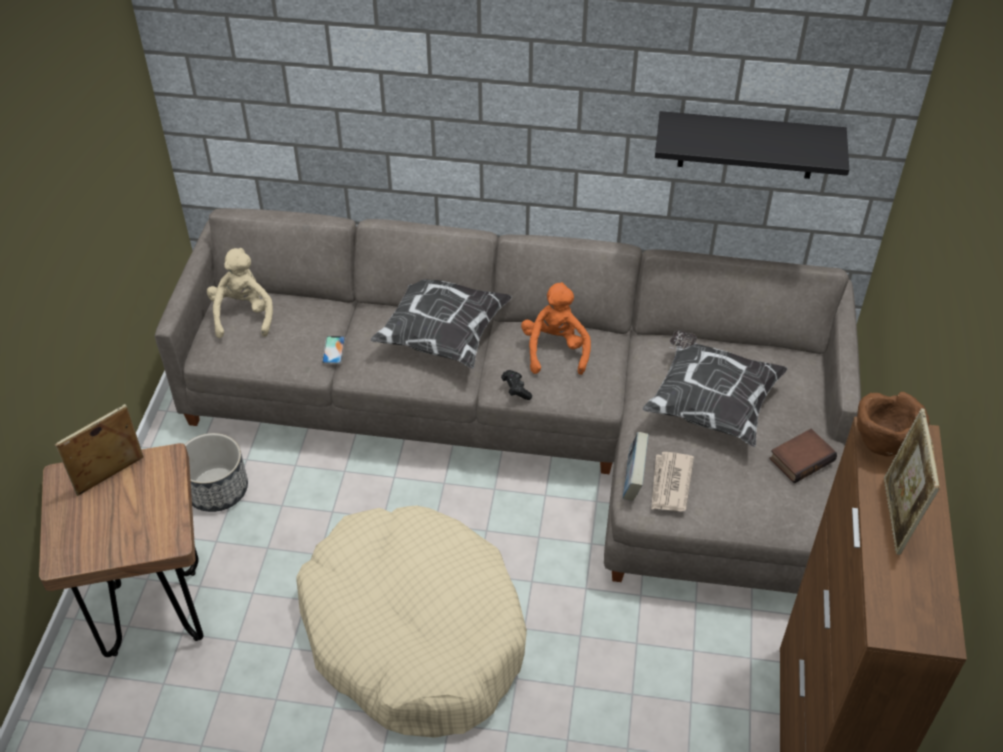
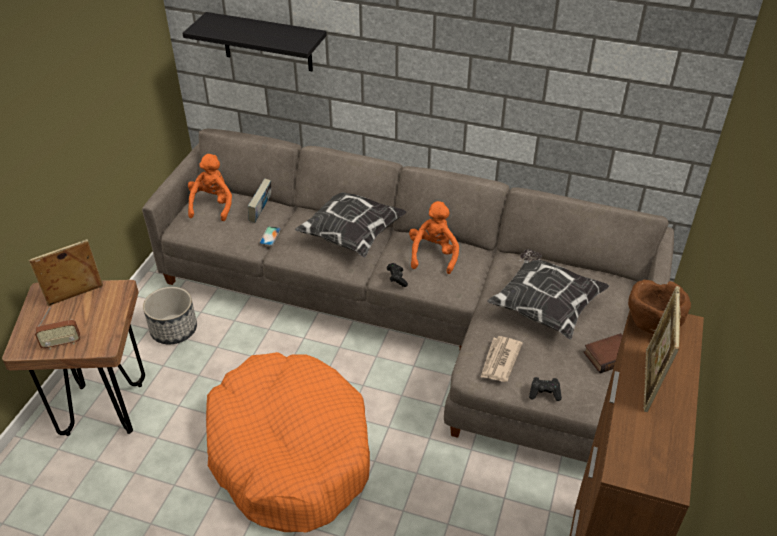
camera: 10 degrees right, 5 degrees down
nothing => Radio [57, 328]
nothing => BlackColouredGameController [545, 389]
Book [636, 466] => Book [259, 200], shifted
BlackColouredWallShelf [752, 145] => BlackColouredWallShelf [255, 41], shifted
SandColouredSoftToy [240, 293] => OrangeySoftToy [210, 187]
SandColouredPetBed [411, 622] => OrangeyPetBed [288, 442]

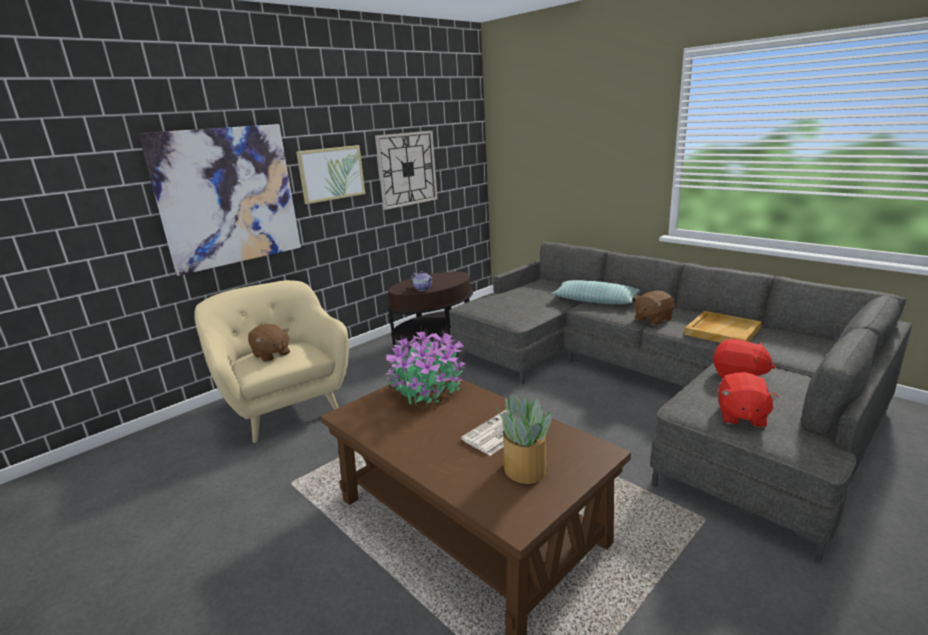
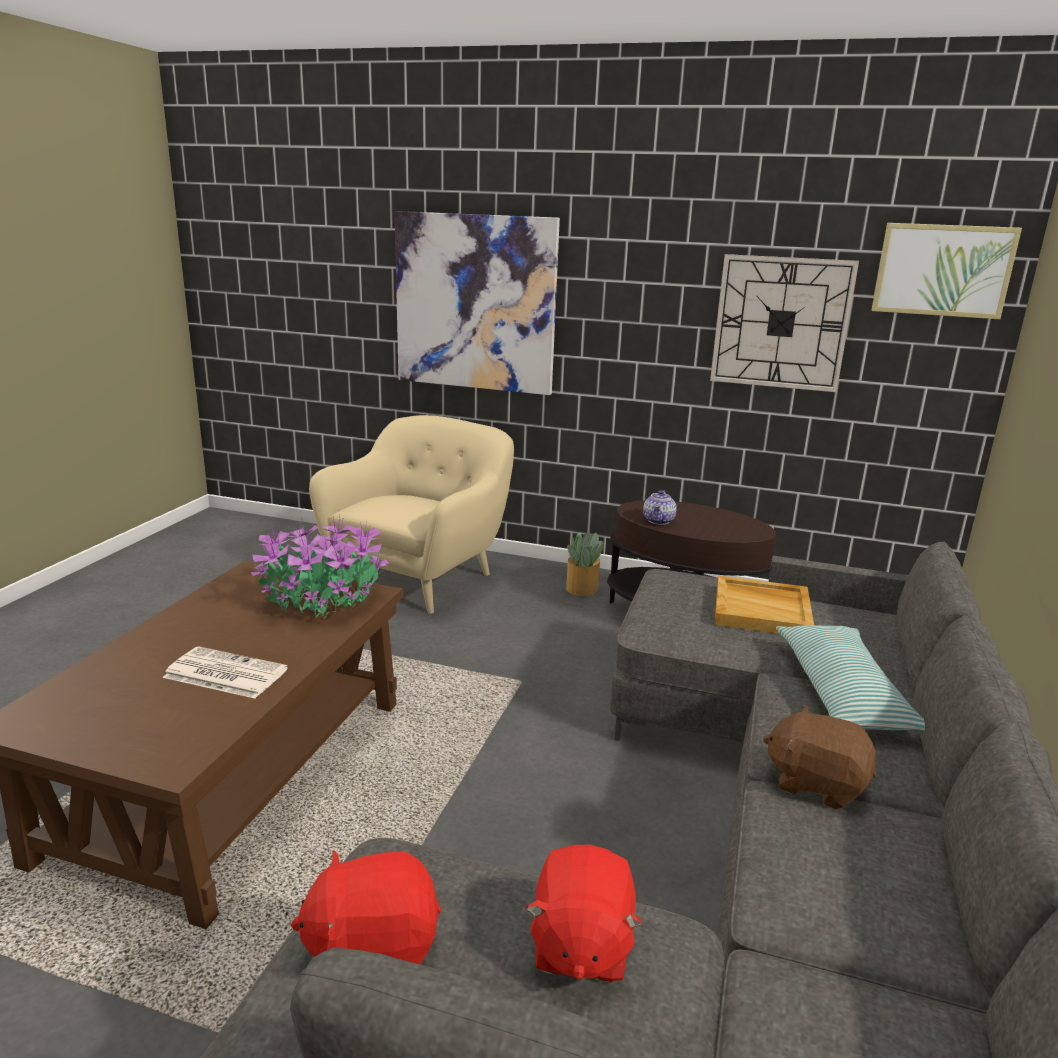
camera: 60 degrees right, 0 degrees up
BrownSoftToy [269, 343] => nothing
WallPicture [330, 174] => WallPicture [946, 271], shifted
PlantInAPot [523, 439] => PlantInAPot [585, 563], shifted
SandColouredCarryingTray [723, 327] => SandColouredCarryingTray [764, 604], shifted

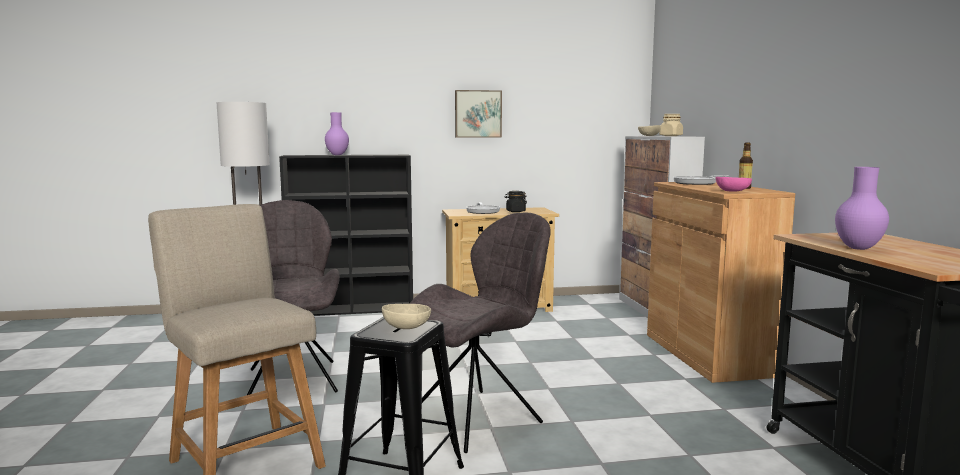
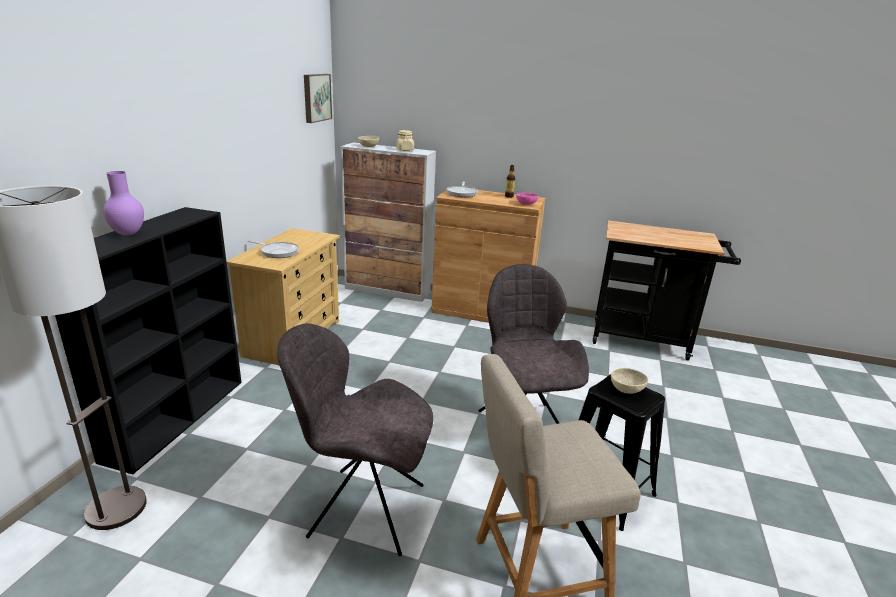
camera: 65 degrees left, 15 degrees up
BlackColouredPreserveJar [516, 201] => nothing
PurpleDecorativeVase [862, 208] => nothing
WallPicture [478, 114] => WallPicture [318, 98], shifted

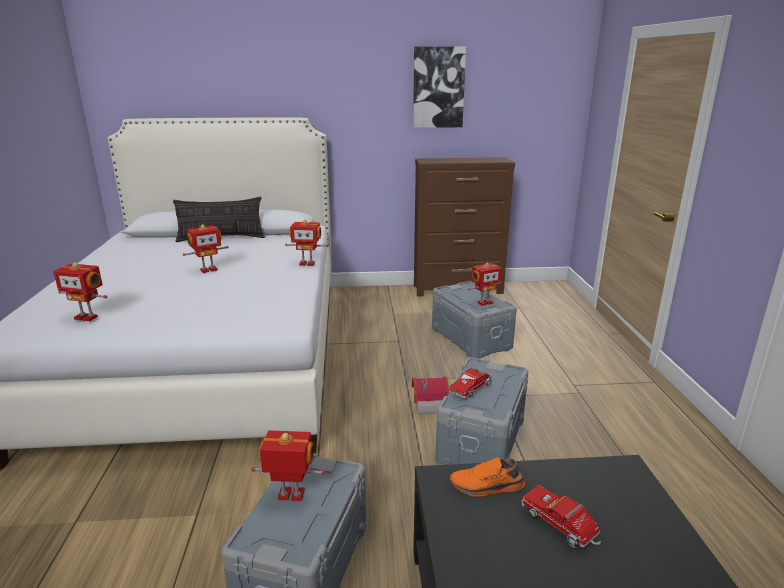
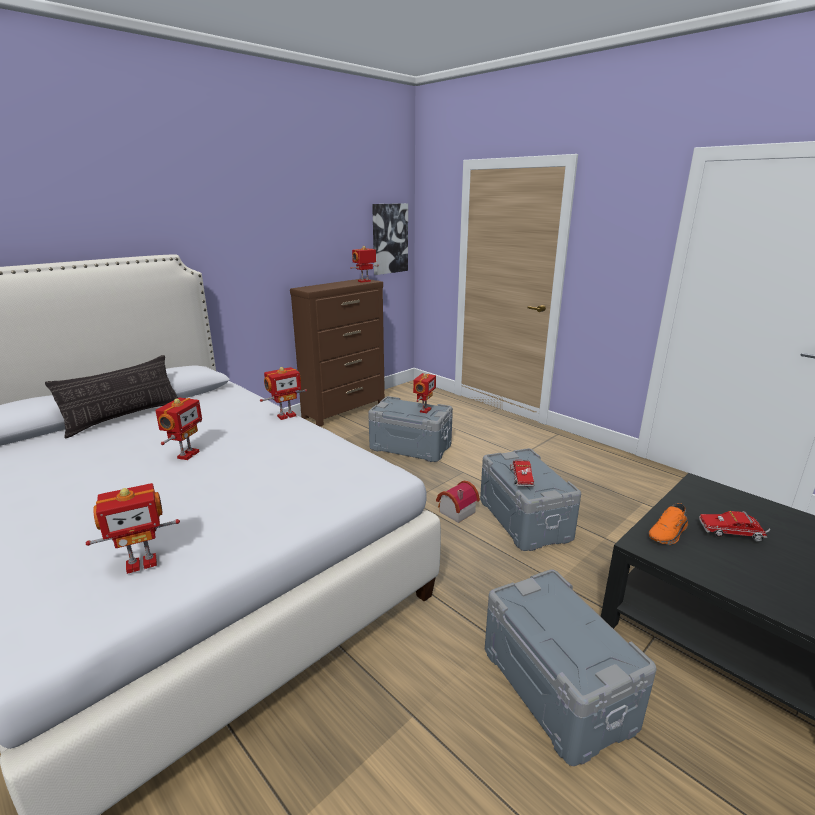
camera: 40 degrees left, 0 degrees up
ModelRobot [288, 465] => ModelRobot [364, 264], shifted
WallPicture [439, 87] => WallPicture [390, 239], shifted

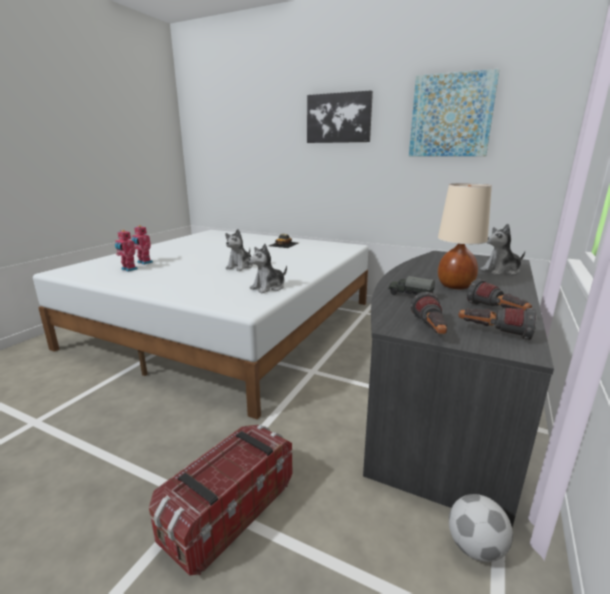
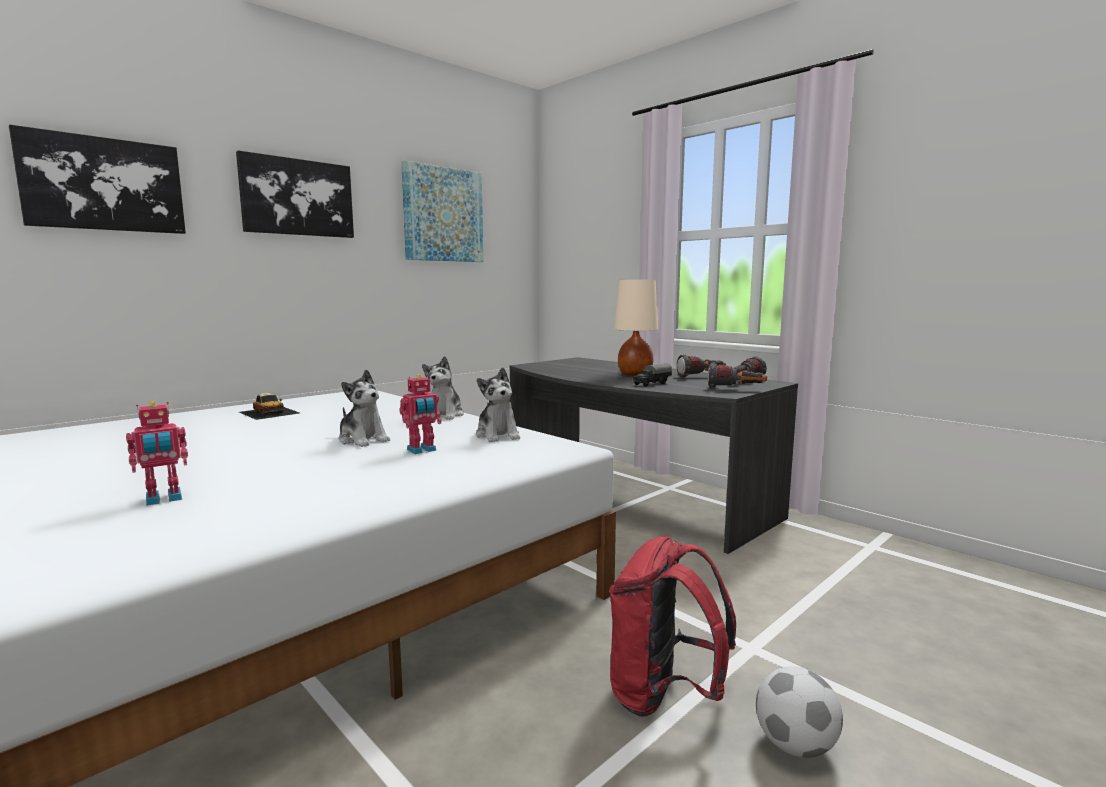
camera: 70 degrees left, 10 degrees down
StorageContainer [220, 500] => nothing
nothing => WallPicture [97, 179]
nothing => RedKnapsack [672, 626]
ModelRobot [126, 251] => ModelRobot [420, 414], shifted
BallForFootball [481, 528] => BallForFootball [799, 712], shifted
SoftToy [502, 250] => SoftToy [443, 388], shifted

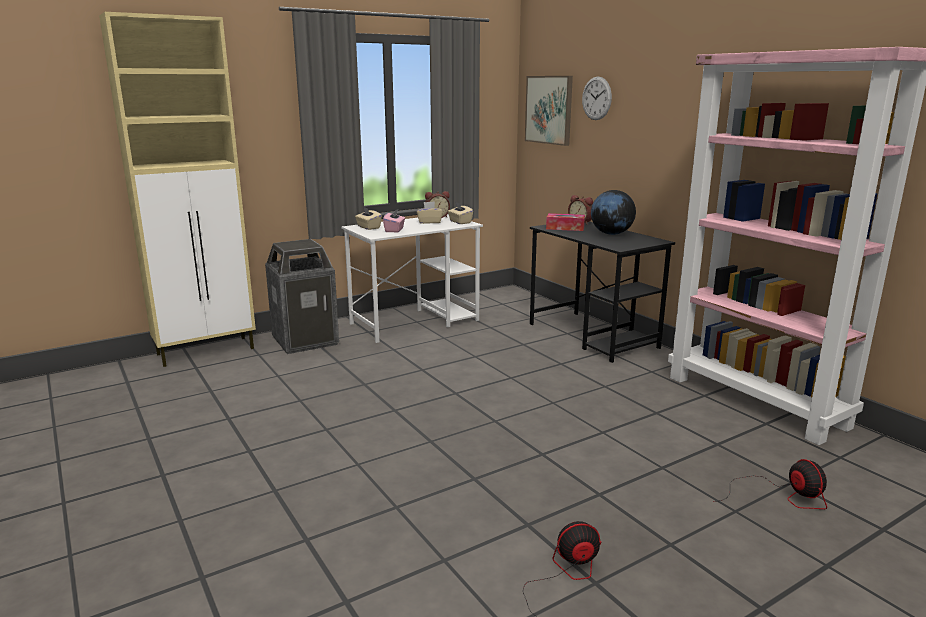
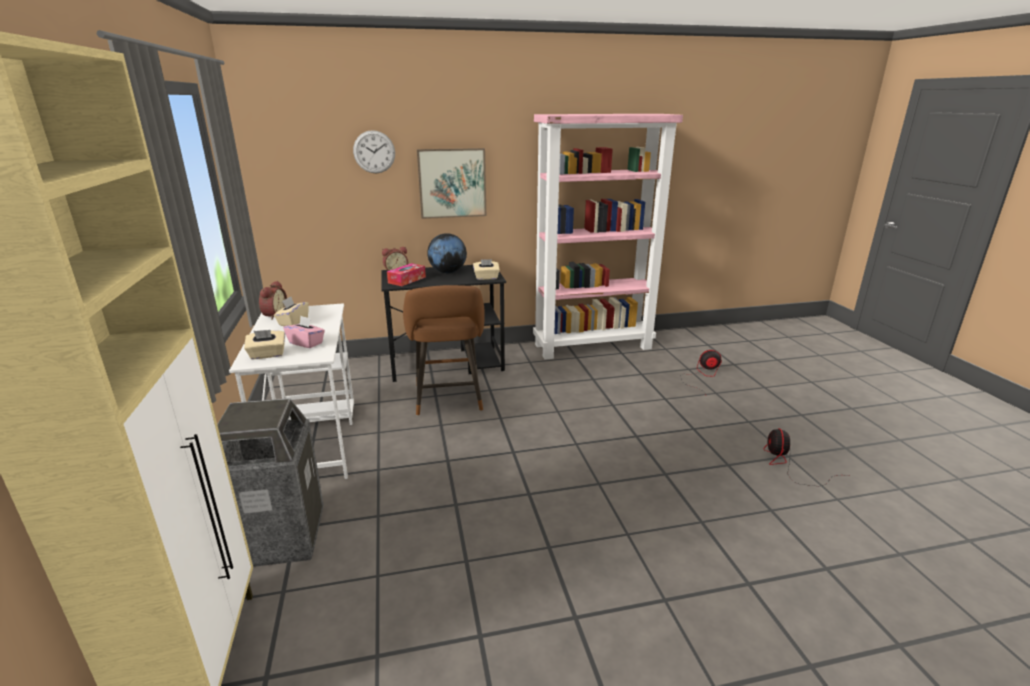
camera: 70 degrees left, 5 degrees up
nothing => BrownSittingStool [444, 350]
SandColouredTissueBox [460, 213] => SandColouredTissueBox [486, 269], shifted
WallPicture [549, 111] => WallPicture [451, 183], shifted

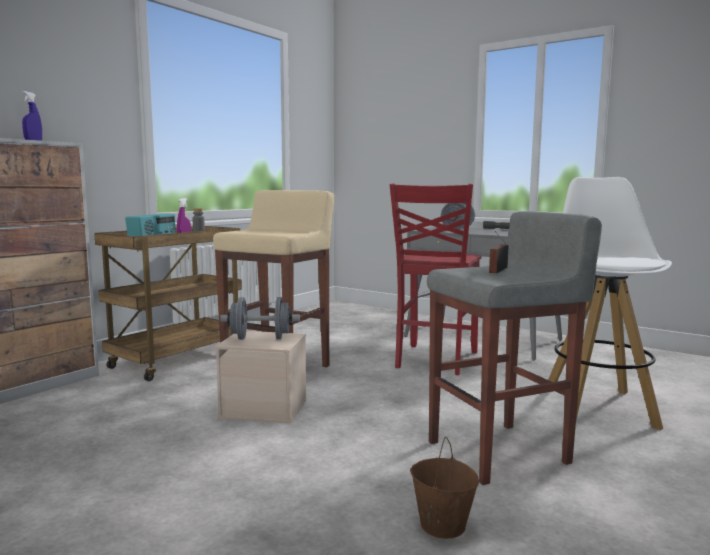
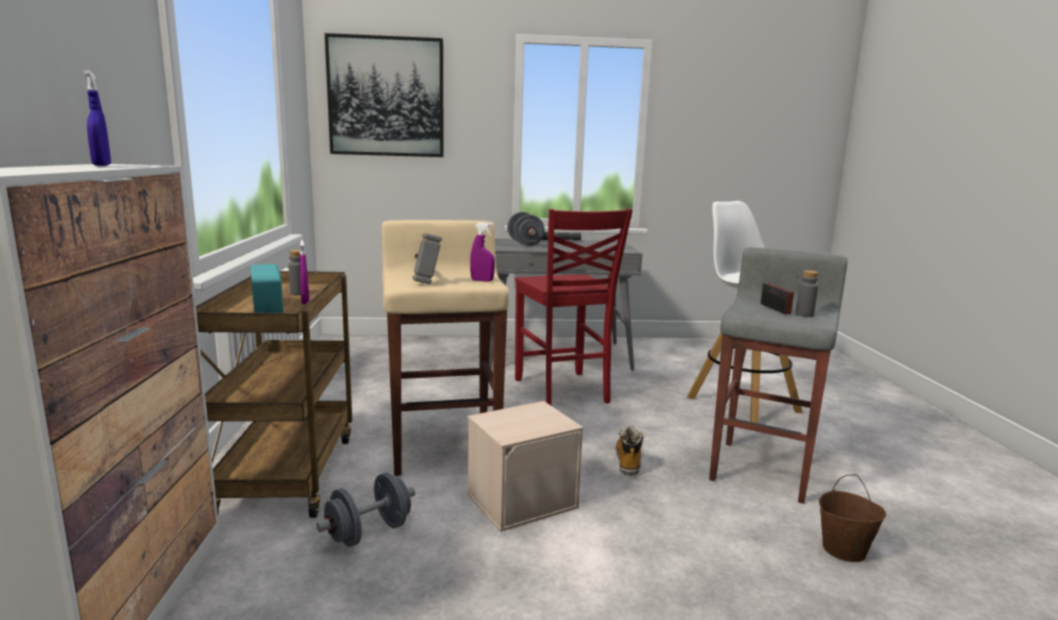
camera: 40 degrees left, 5 degrees up
nothing => WallPicture [384, 95]
nothing => ToolHammer [427, 258]
nothing => PurpleHandSprayer [482, 252]
nothing => Boot [629, 450]
nothing => GrayDrinkBottle [807, 293]
GrayDumbbell [260, 318] => GrayDumbbell [365, 510], shifted

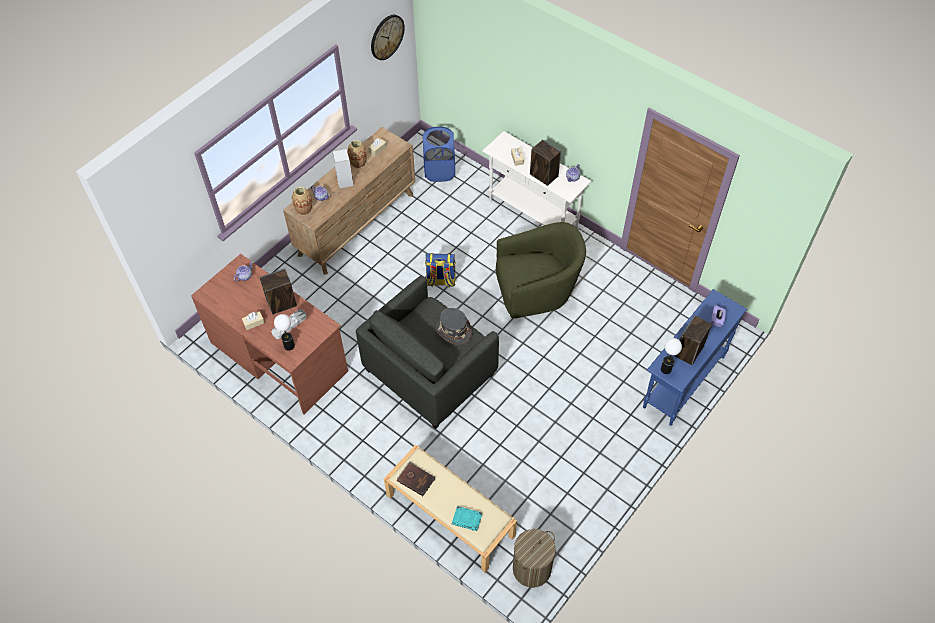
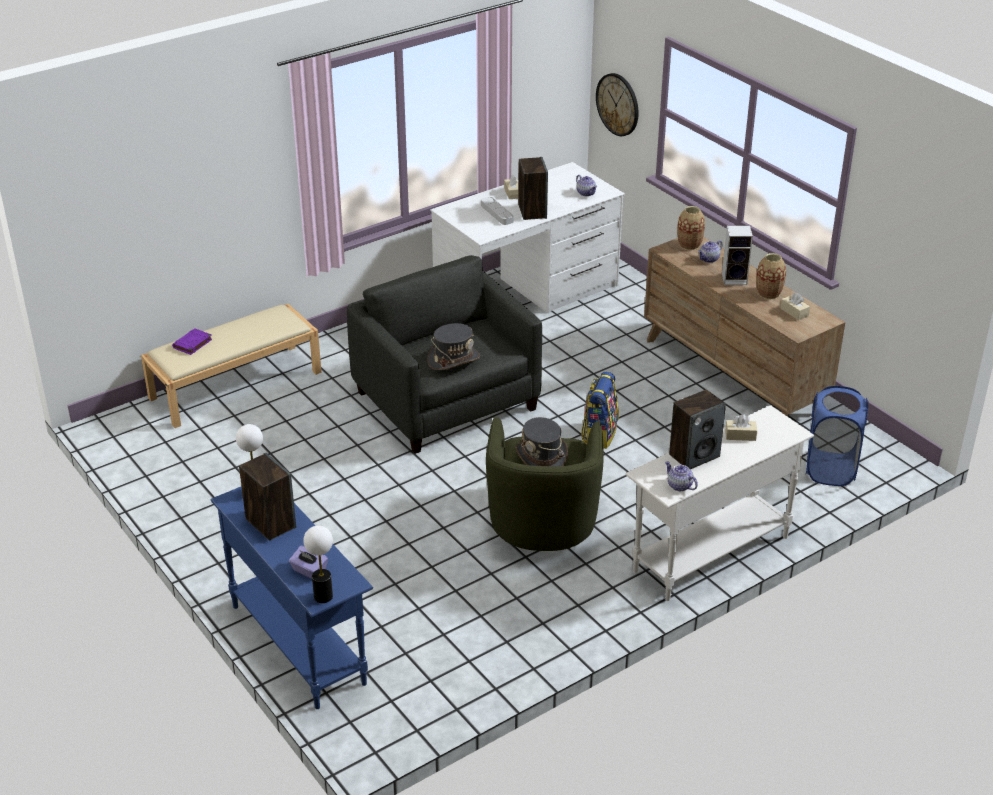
camera: 105 degrees right, 20 degrees down
BrownBook [416, 479] => nothing
Hamper [534, 558] => nothing
nothing => GrayWearableHat [542, 441]
TableLamp [284, 332] => TableLamp [318, 564], shifted
ClockOnTheWall [388, 37] => ClockOnTheWall [617, 104], shifted
BrownDeskTable [269, 334] => WhiteDeskTable [527, 237]
TurquoiseColouredBook [467, 518] => PurpleBook [192, 341]

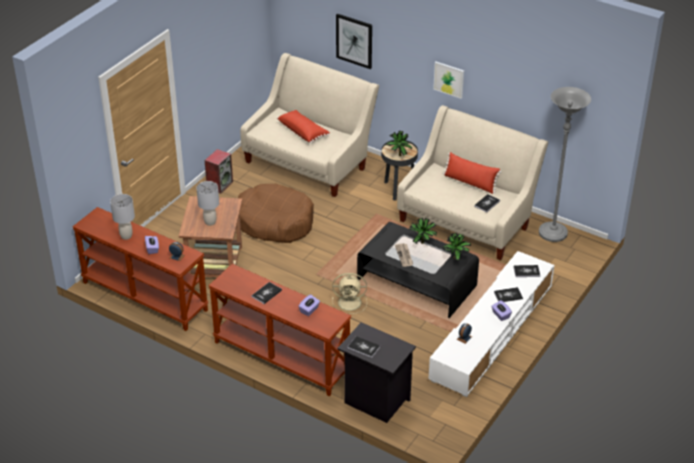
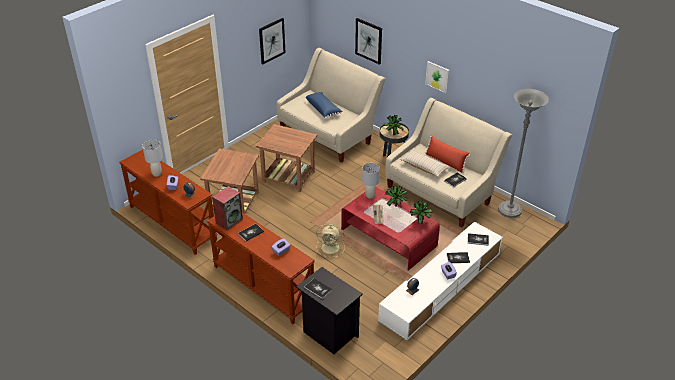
camera: 10 degrees right, 0 degrees up
nothing => WallPicture [272, 41]
nothing => SandColouredPillow [424, 163]
GrayTableLamp [207, 203] => GrayTableLamp [371, 181], shifted
Loudspeaker [219, 171] => Loudspeaker [227, 208], shifted
BrownPetBed [276, 213] => BrownSideTable [287, 158]
RedPillow [303, 126] => BluishPillow [324, 105]
BlackColouredCoffeeTable [418, 270] => RedCoffeeTable [390, 229]

